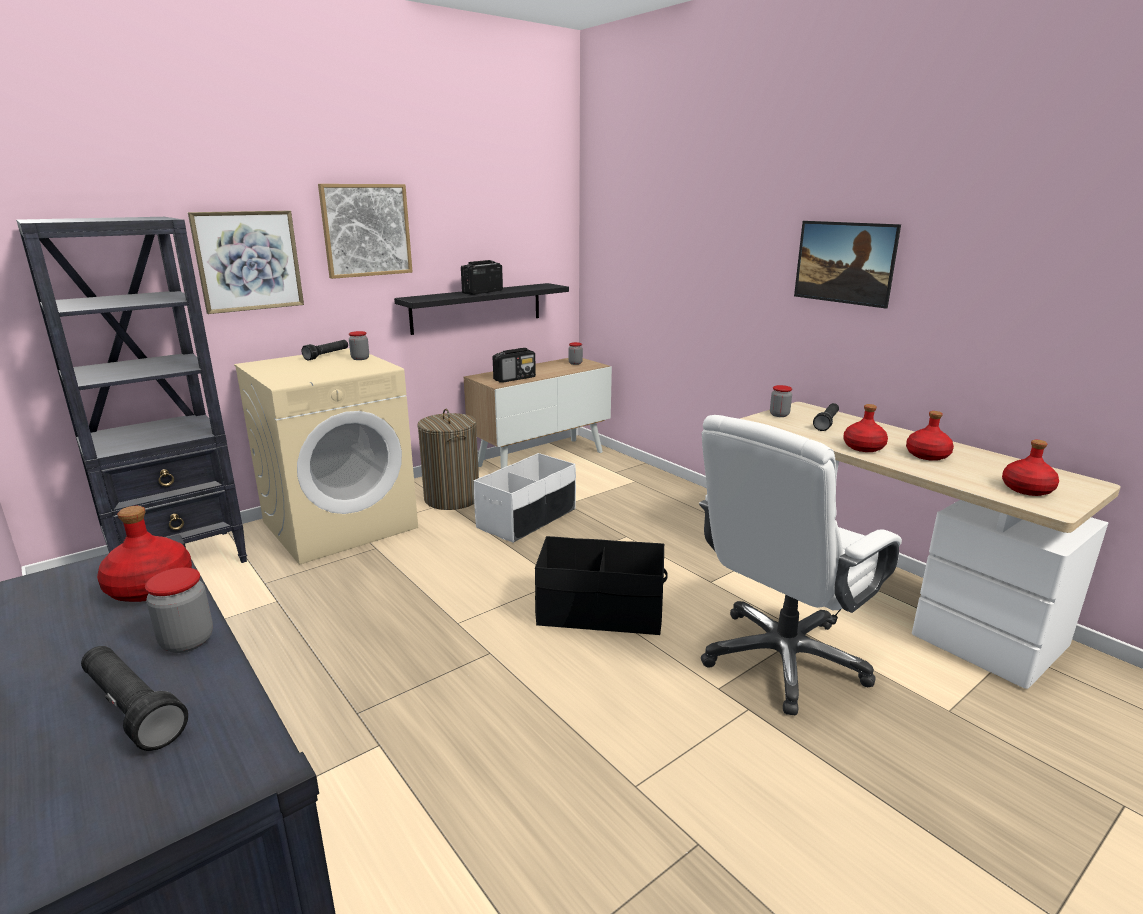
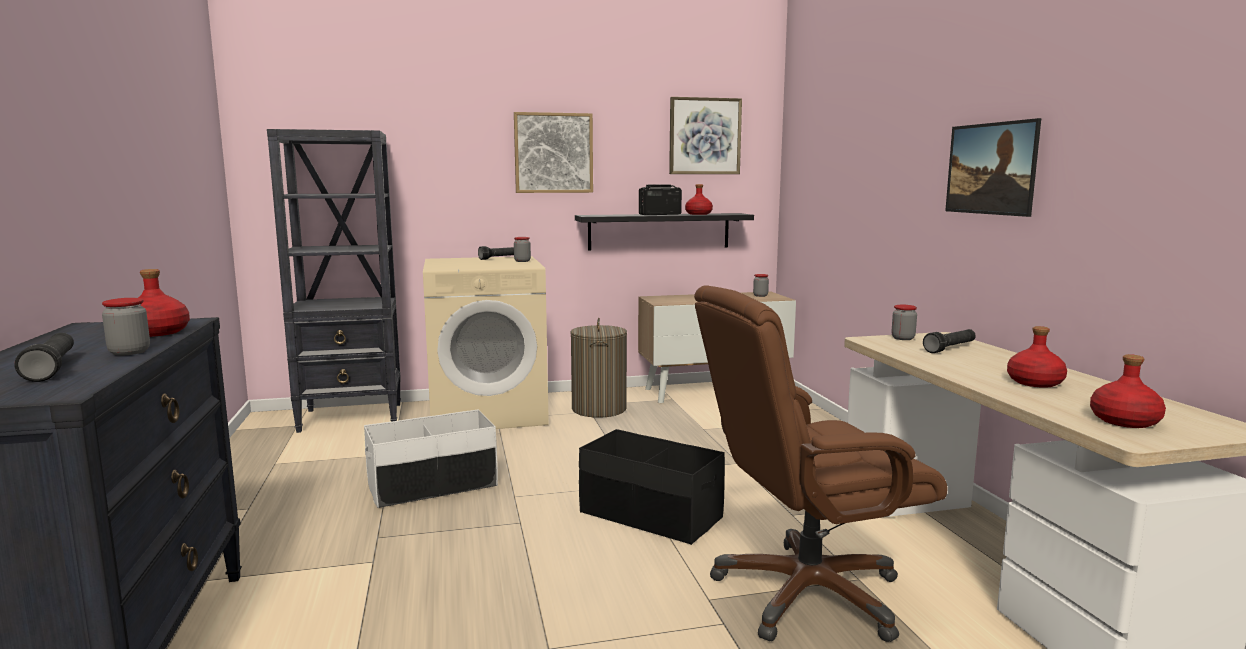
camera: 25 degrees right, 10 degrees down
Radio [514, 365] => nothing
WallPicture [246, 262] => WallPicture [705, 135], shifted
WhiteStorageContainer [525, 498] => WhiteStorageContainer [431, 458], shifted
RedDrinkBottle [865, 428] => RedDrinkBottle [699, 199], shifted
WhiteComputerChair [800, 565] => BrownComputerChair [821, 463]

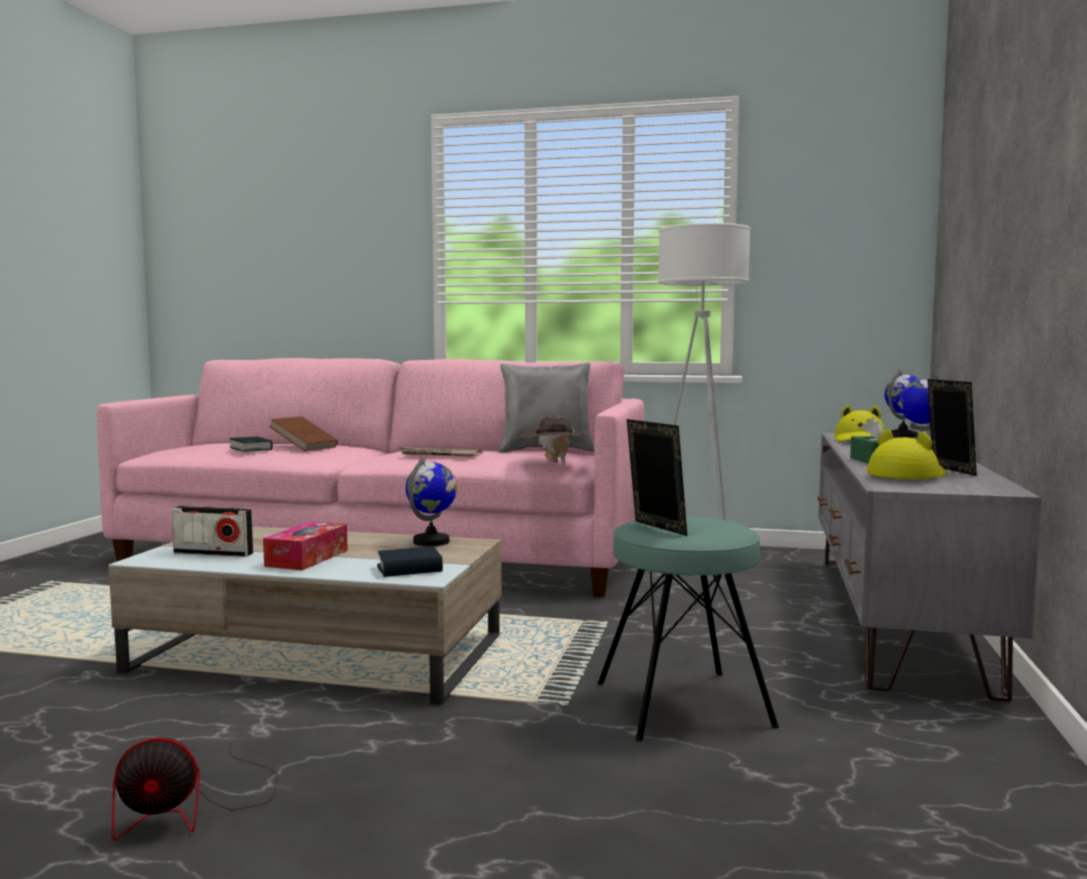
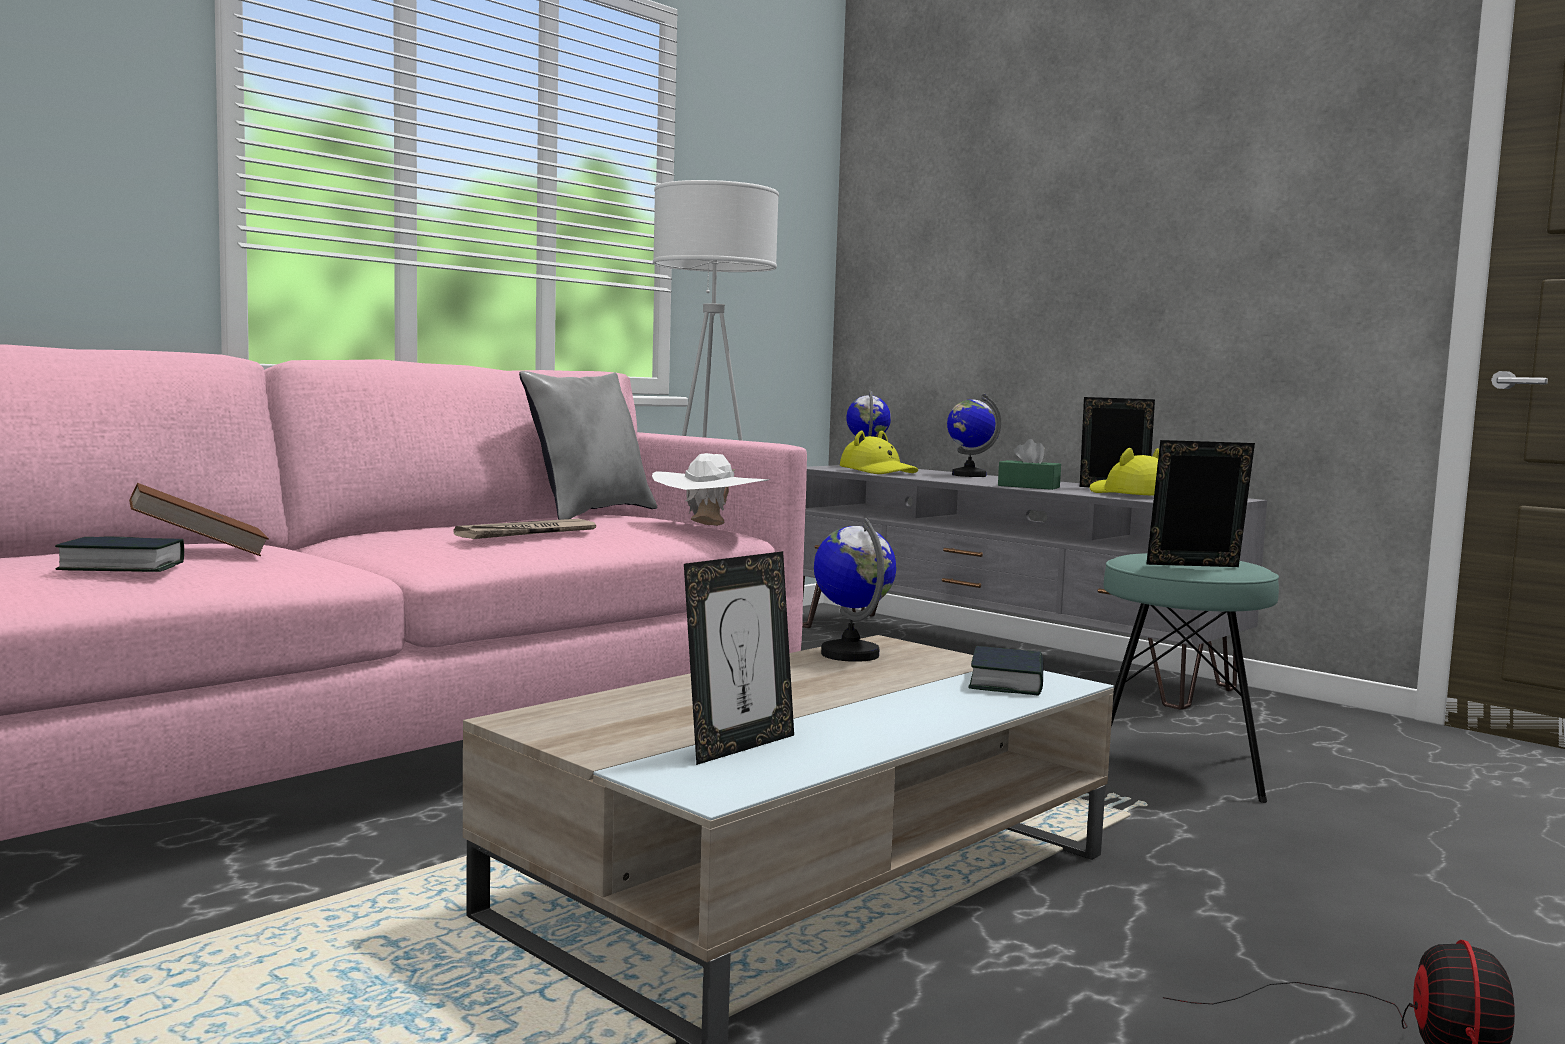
camera: 60 degrees left, 0 degrees up
TissueBox [305, 546] => nothing
Radio [212, 531] => PictureFrame [739, 658]
BrownWearableHat [554, 439] => WhiteWearableHat [711, 489]

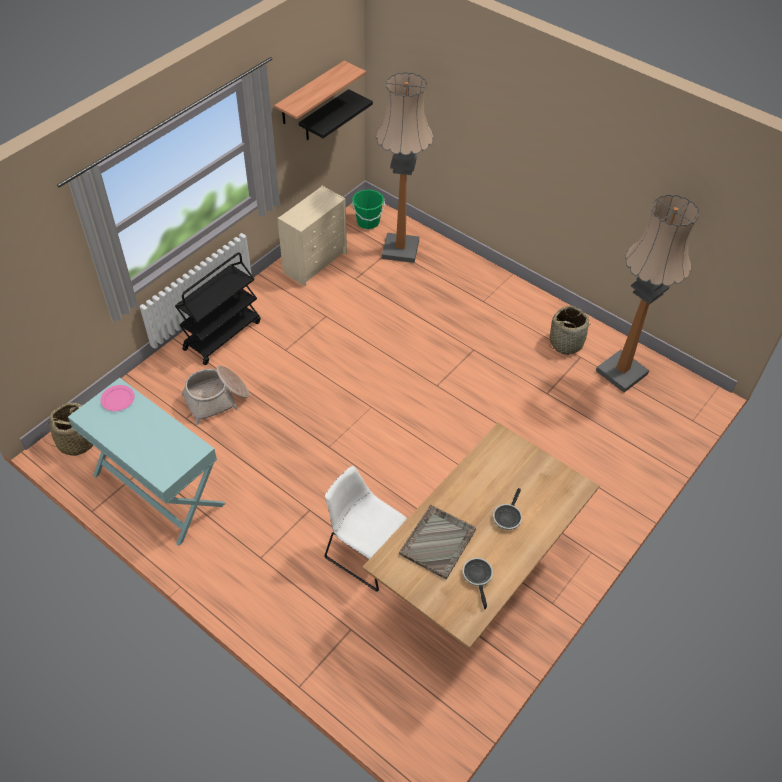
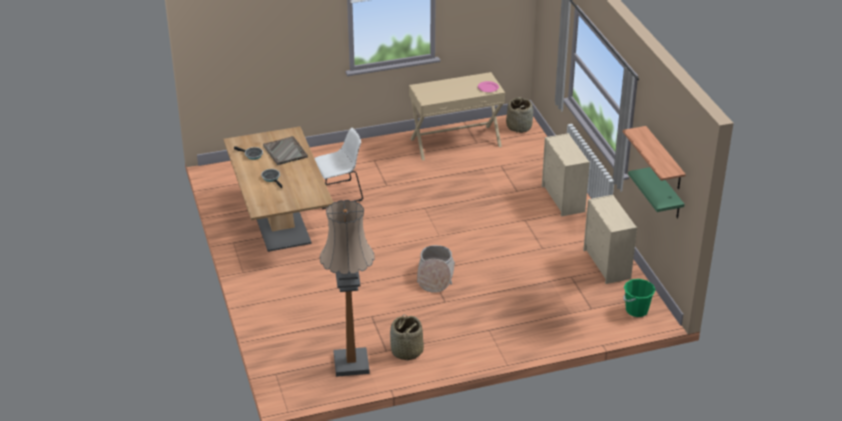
camera: 125 degrees right, 15 degrees down
StandingLamp [404, 167] => nothing
HouseholdBasket [215, 395] => HouseholdBasket [436, 269], shifted
BlackColouredCart [218, 308] => SandColouredDrawerChest [566, 175]
TurquoiseColouredNarrowTable [147, 462] => SandColouredNarrowTable [457, 116]
BlackColouredWallShelf [336, 114] => GreenishWallShelf [656, 192]

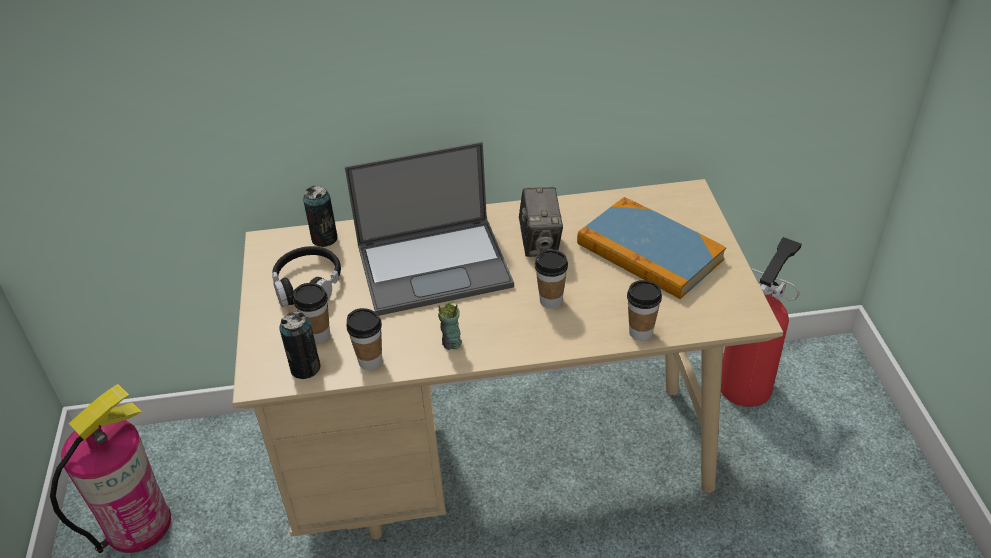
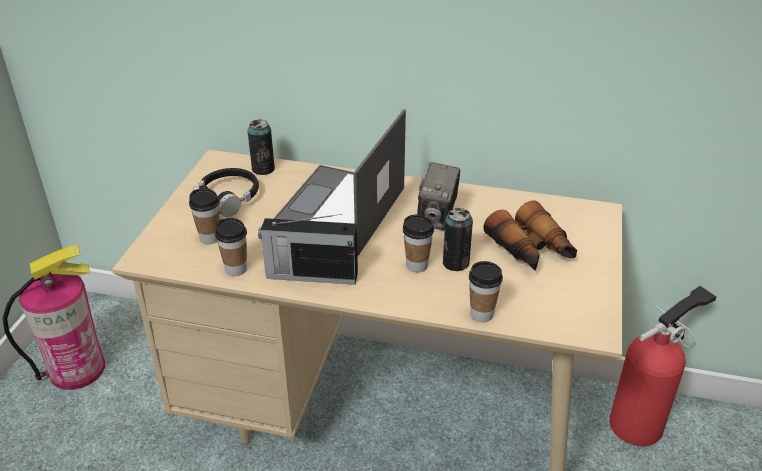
camera: 20 degrees right, 5 degrees down
MetalCan [299, 345] => MetalCan [458, 239], shifted
SmallCup [450, 325] => Radio [308, 249]
Book [651, 248] => FieldGlasses [530, 235]
PortableComputer [429, 229] => PortableComputer [339, 183], 105 degrees clockwise

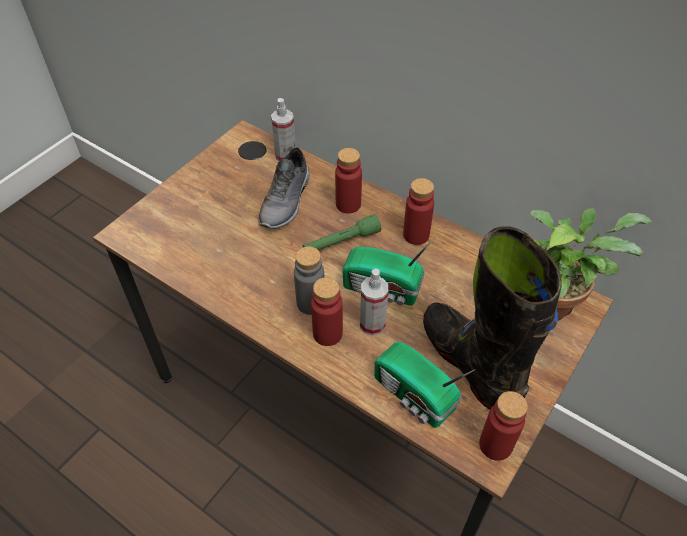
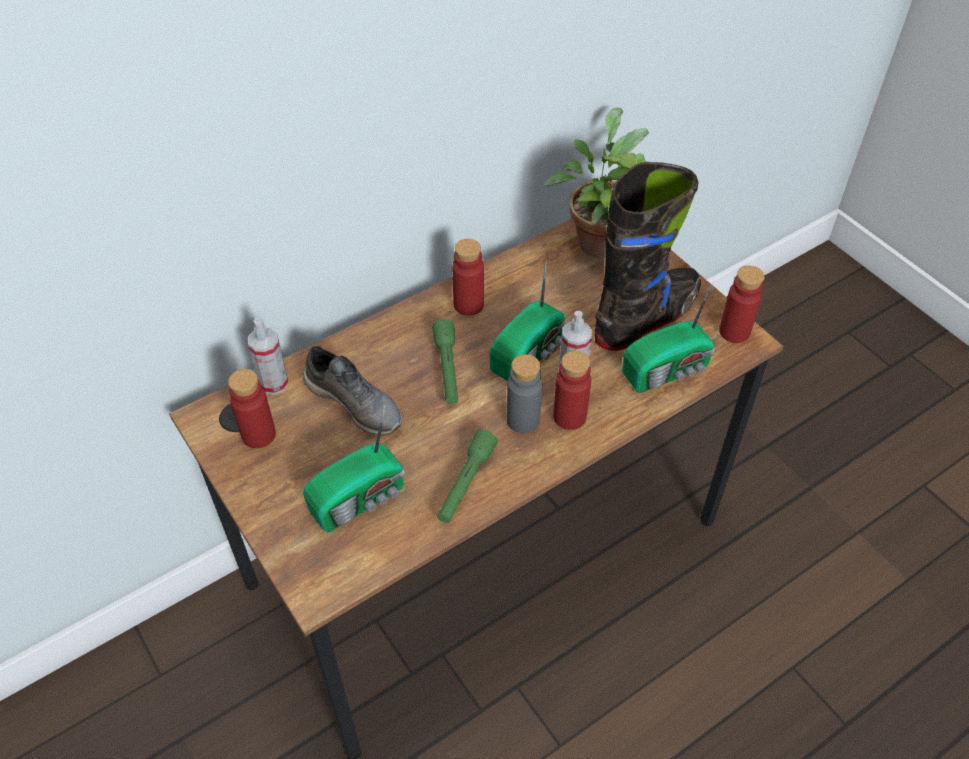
camera: 70 degrees left, 0 degrees up
nothing => Radio [354, 469]
nothing => GreenishFlashlight [467, 476]
RedDrinkBottle [348, 181] => RedDrinkBottle [252, 408], shifted
BlackColouredBoot [492, 318] => BlackColouredBoot [647, 256], 150 degrees clockwise

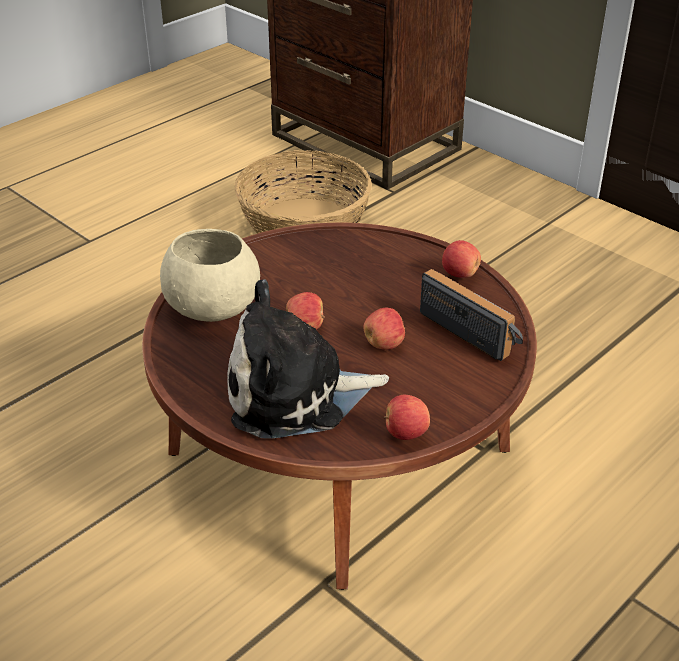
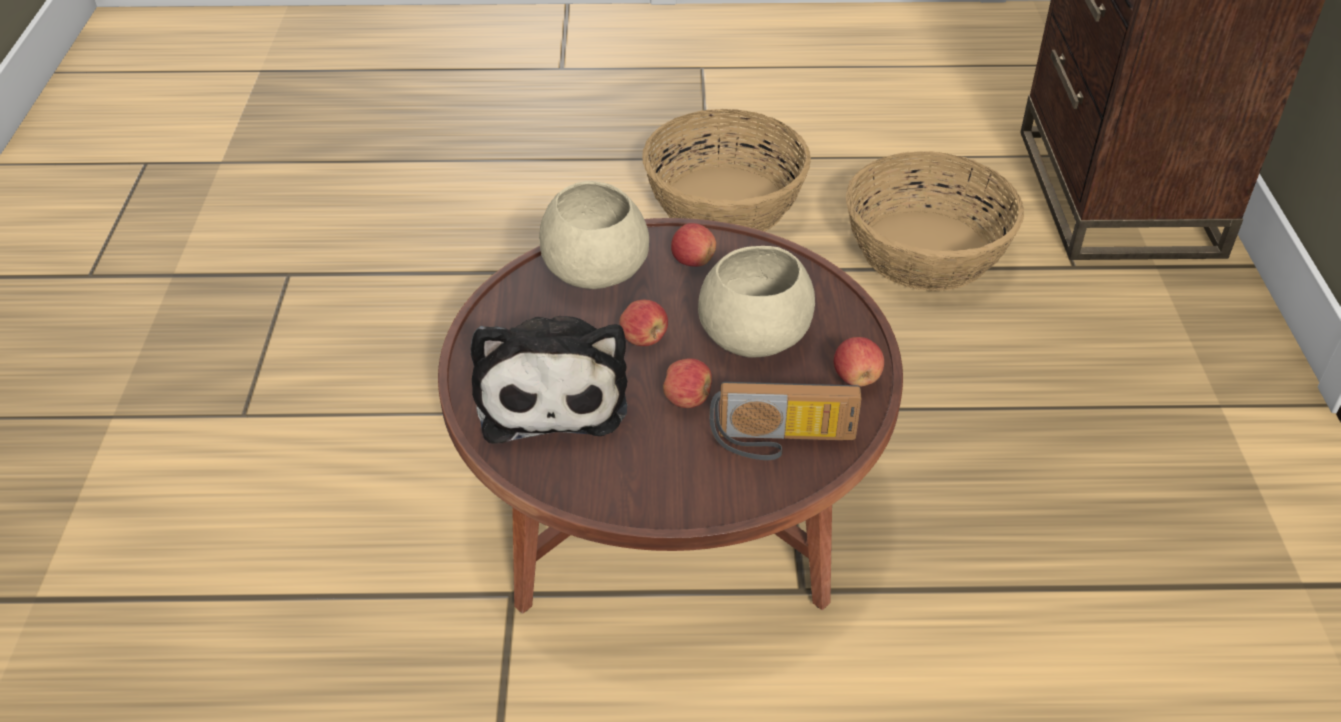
camera: 45 degrees right, 5 degrees up
nothing => HouseholdBasket [726, 170]
nothing => SandColouredDeepDish [756, 302]
AppleFruit [407, 417] => AppleFruit [693, 245], shifted
SoftToy [308, 359] => SoftToy [549, 379], 135 degrees counterclockwise
Radio [471, 315] => Radio [785, 421], 90 degrees clockwise

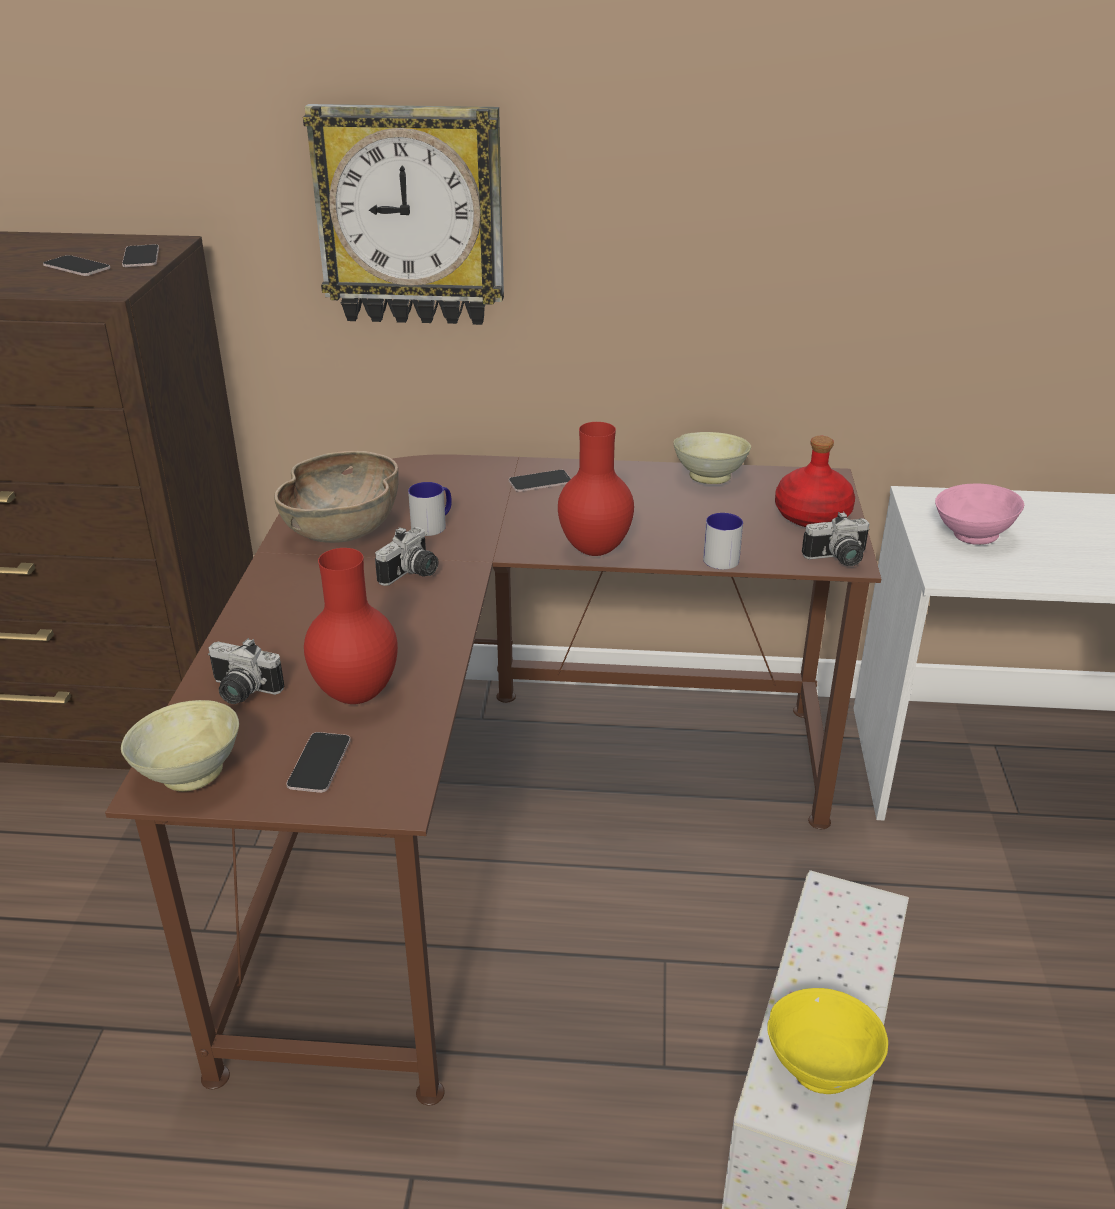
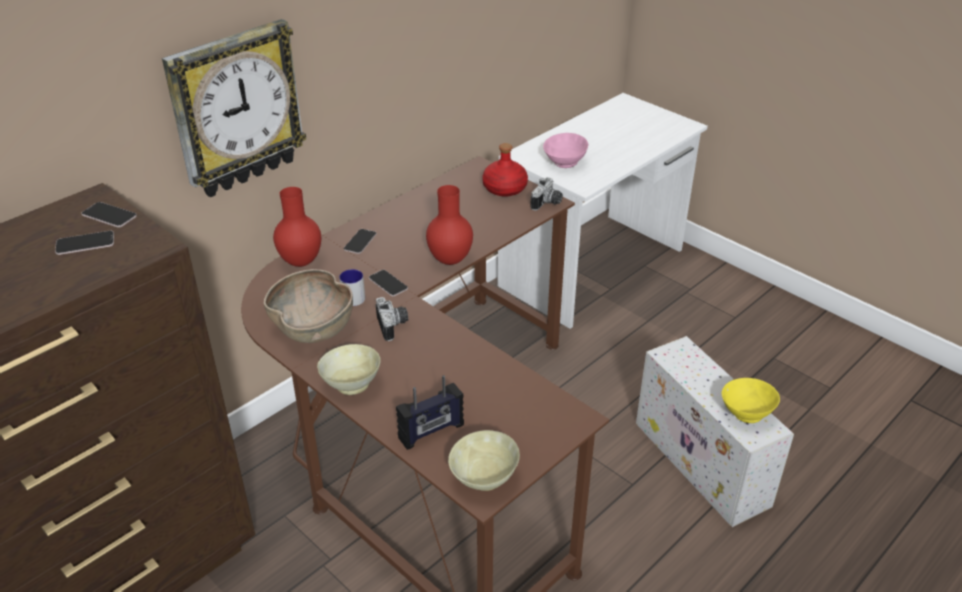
camera: 50 degrees left, 5 degrees up
Mug [723, 541] => nothing
Handset [318, 762] => Handset [388, 283], shifted
RedDecorativeVase [351, 626] => RedDecorativeVase [297, 227], shifted
SandColouredDeepDish [712, 458] => SandColouredDeepDish [349, 369], shifted
PhotoCamera [246, 671] => Radio [430, 412]

